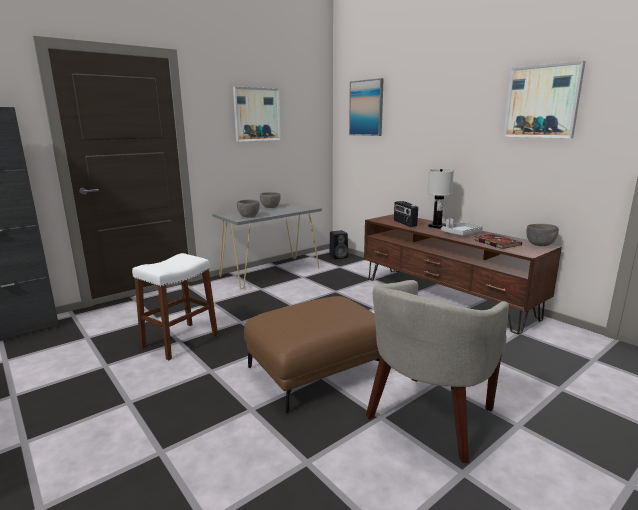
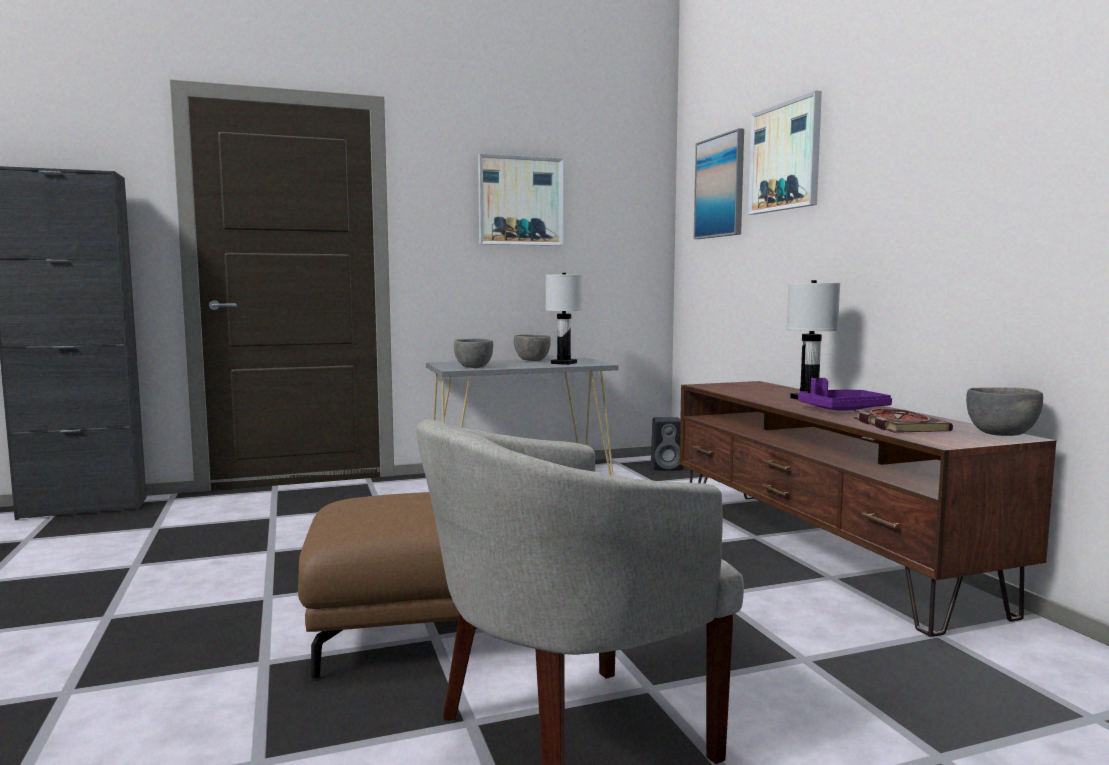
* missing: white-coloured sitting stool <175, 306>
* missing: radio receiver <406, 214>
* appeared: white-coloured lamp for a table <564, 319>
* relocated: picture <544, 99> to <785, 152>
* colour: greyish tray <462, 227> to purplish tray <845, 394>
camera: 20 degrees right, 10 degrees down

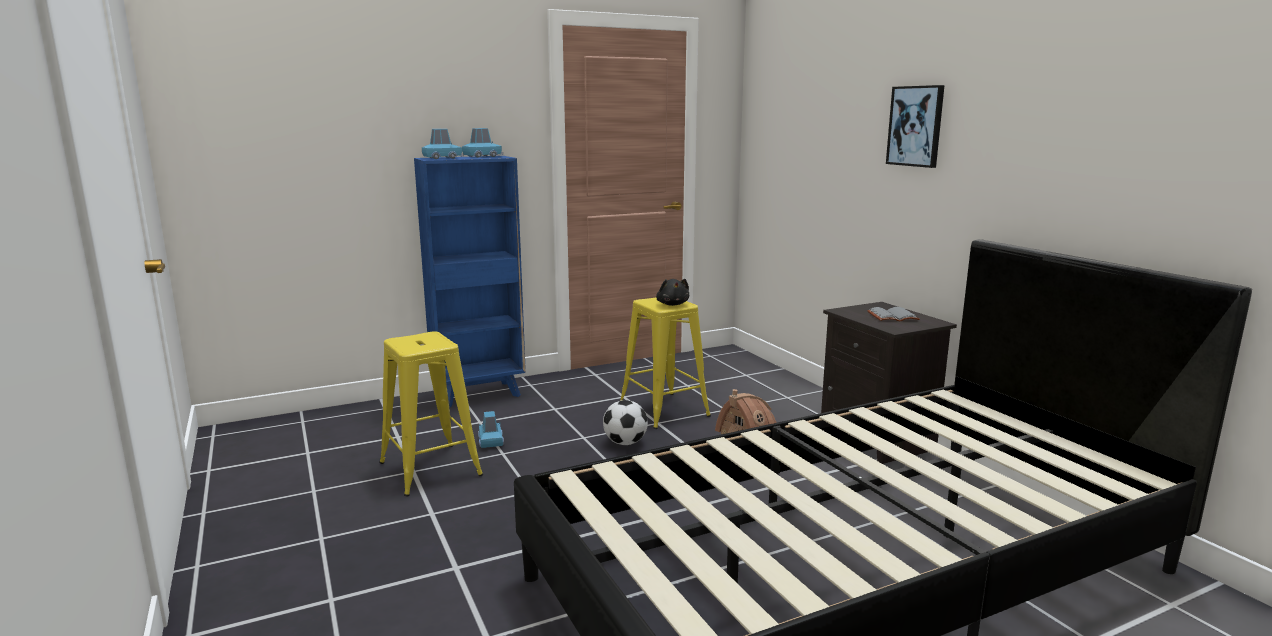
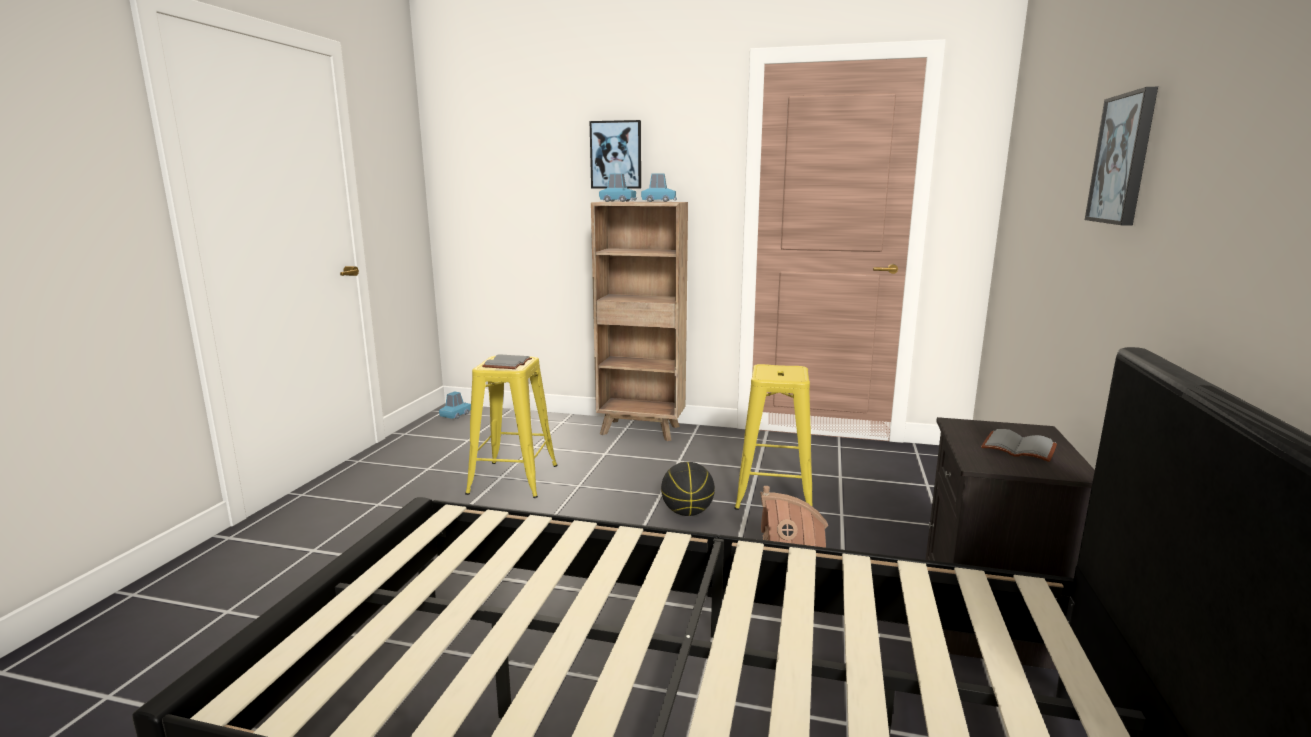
* missing: blackish plush toy <672, 292>
* appeared: greyish bound book <507, 361>
* appeared: picture <615, 154>
* relocated: bluish toy car <491, 429> to <455, 405>
* exchanged: football ball <625, 422> to ball for basketball <688, 489>
* colour: bluish shelving unit <470, 282> to brown-coloured shelving unit <639, 321>
camera: 40 degrees right, 0 degrees up

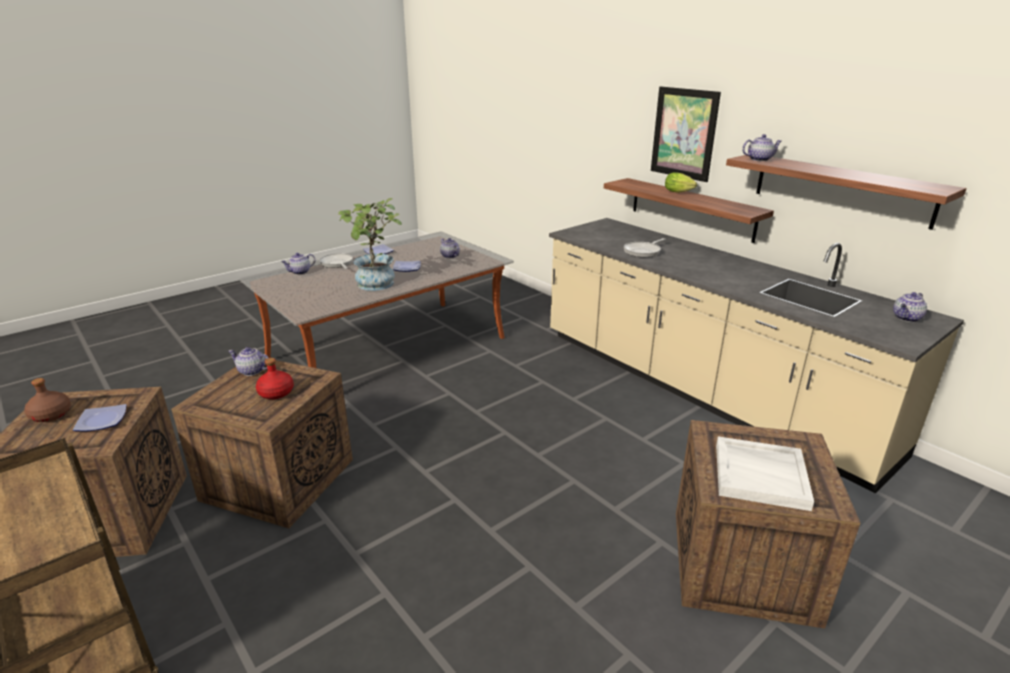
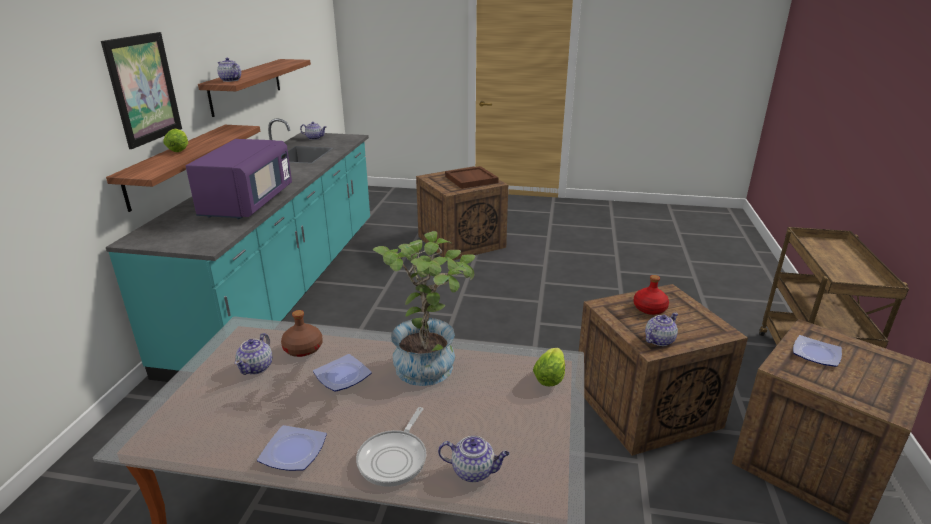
* appeared: lettuce head <549, 367>
* relocated: brown-coloured bottle <47, 400> to <302, 333>
* exchanged: pan <644, 247> to purplish kitchen microwave <239, 179>
* colour: beige kitchen counter <756, 355> to blue-green kitchen counter <238, 250>
* colour: white-coloured tray <765, 474> to brown-coloured tray <472, 177>
* spun: teapot <248, 361> = <661, 329> 105 degrees counterclockwise
camera: 130 degrees left, 0 degrees up

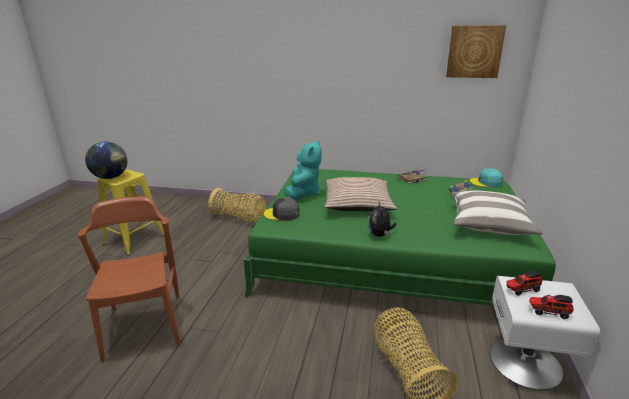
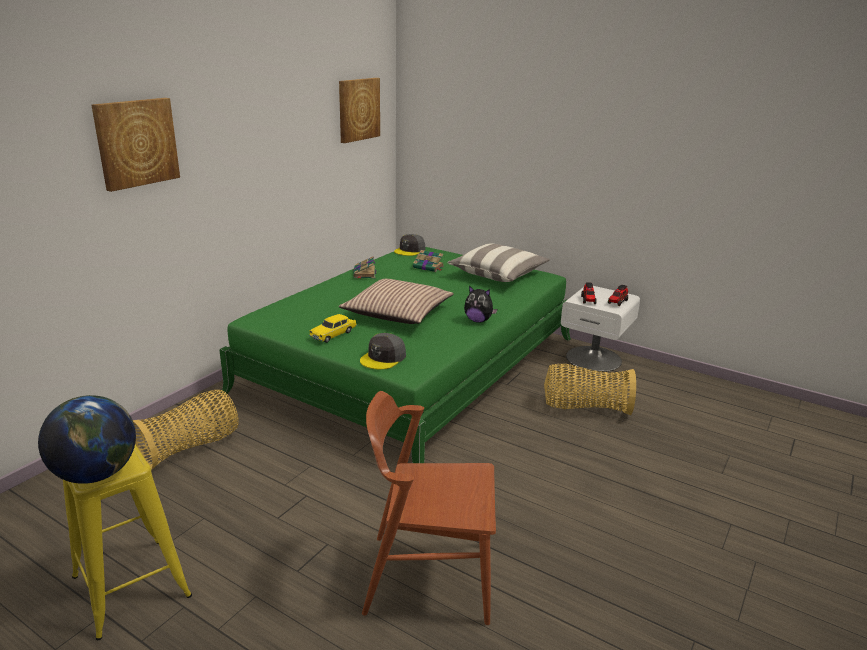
* appeared: picture <135, 145>
* exchanged: blue-green plush toy <303, 170> to yellowish toy car <333, 328>
* colour: blue-green peaked cap <487, 177> to greyish peaked cap <409, 245>
camera: 70 degrees left, 0 degrees up

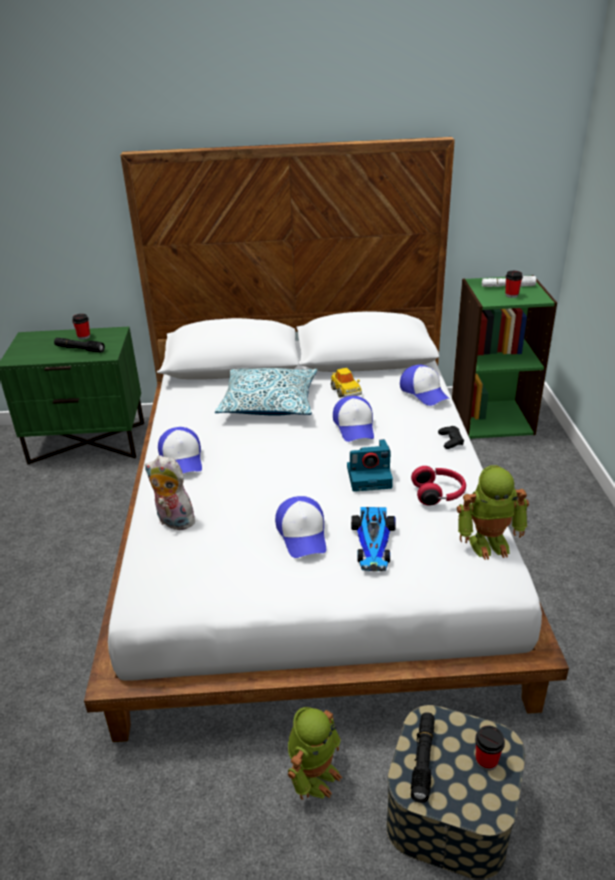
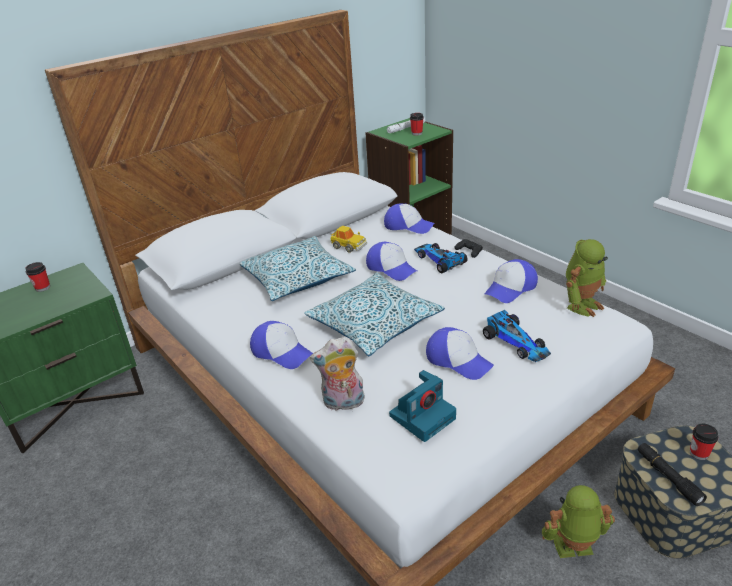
* missing: blackish torch <79, 345>
* appeared: throw pillow <374, 314>
* appeared: toy car <441, 258>
* relocated: photo camera <370, 465> to <422, 406>
* exchanged: red-coloured pair of headphones <438, 486> to peaked cap <511, 281>
* spun: robot figure <315, 753> = <578, 521> 90 degrees counterclockwise
camera: 35 degrees left, 0 degrees up

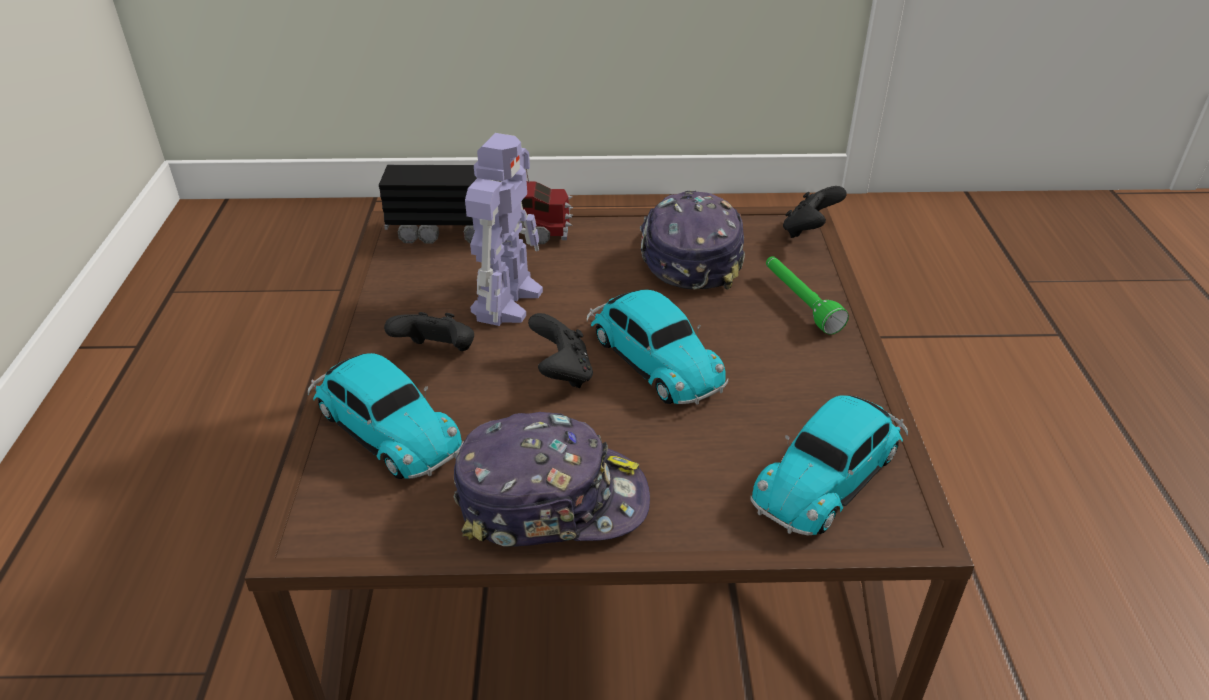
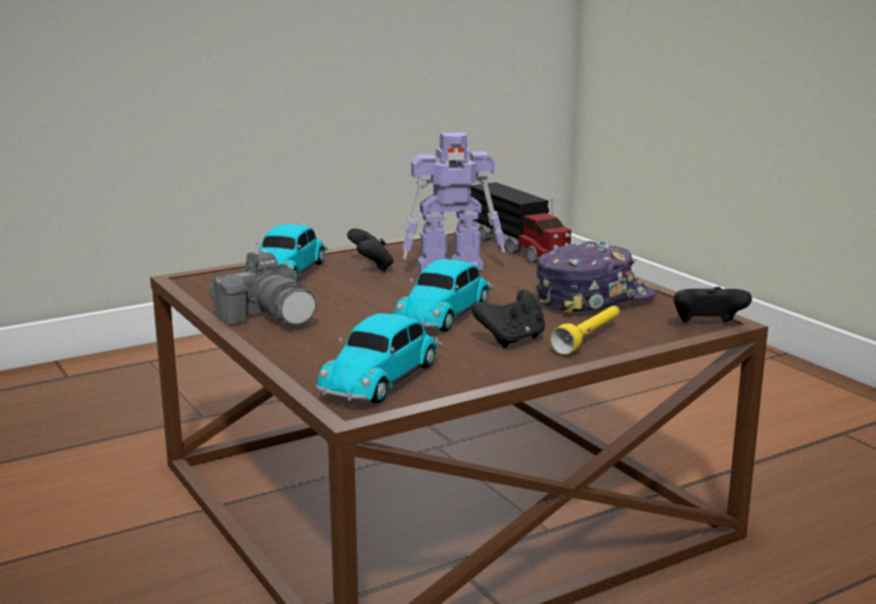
* relocated: blackish game controller <560, 350> to <508, 319>
* exchanged: peaked cap <551, 479> to photo camera <263, 287>
* colour: greenish torch <807, 295> to yellowish torch <585, 330>
* spun: toy car <829, 465> = <379, 358> 75 degrees counterclockwise
camera: 60 degrees right, 20 degrees down

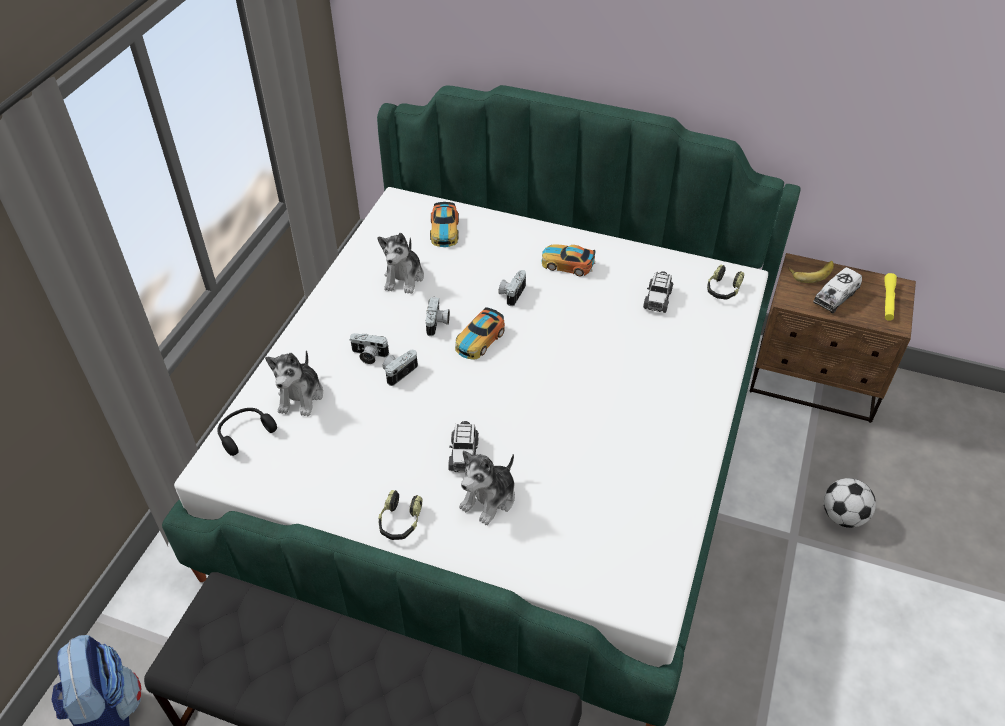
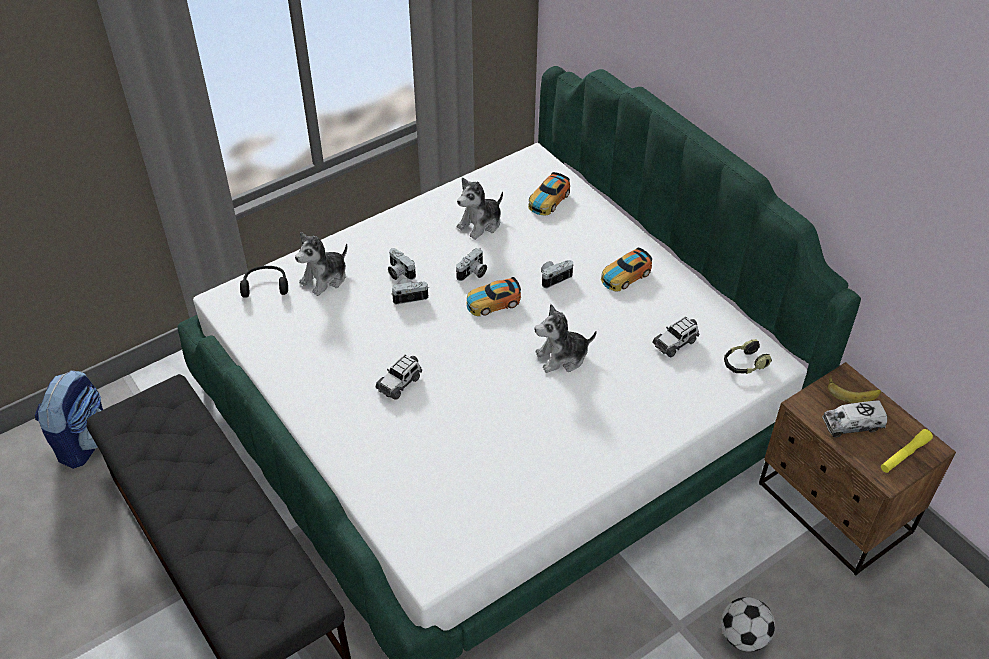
* missing: pair of headphones <400, 515>
* relocated: plush toy <487, 488> to <565, 338>
* spun: toy car <568, 260> = <626, 269> 90 degrees counterclockwise
camera: 35 degrees right, 0 degrees up

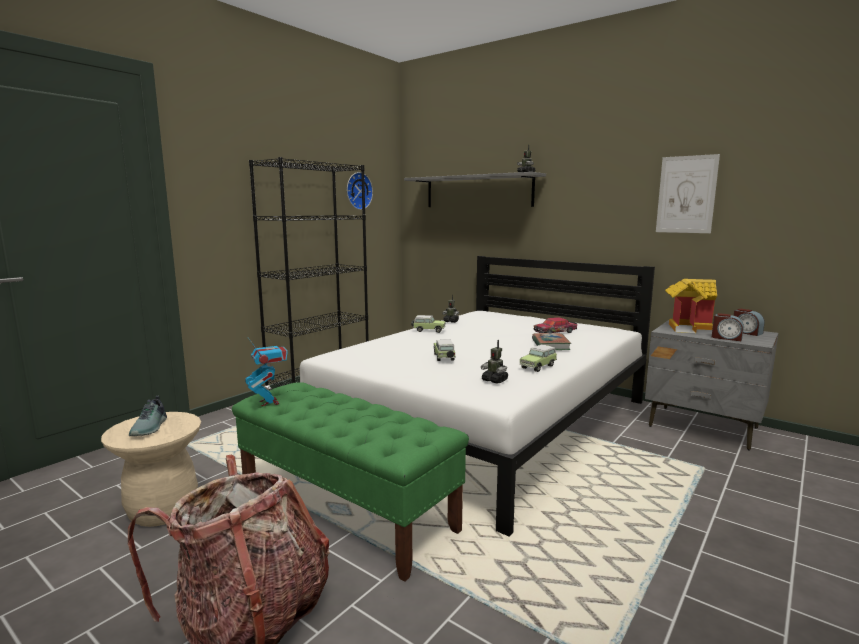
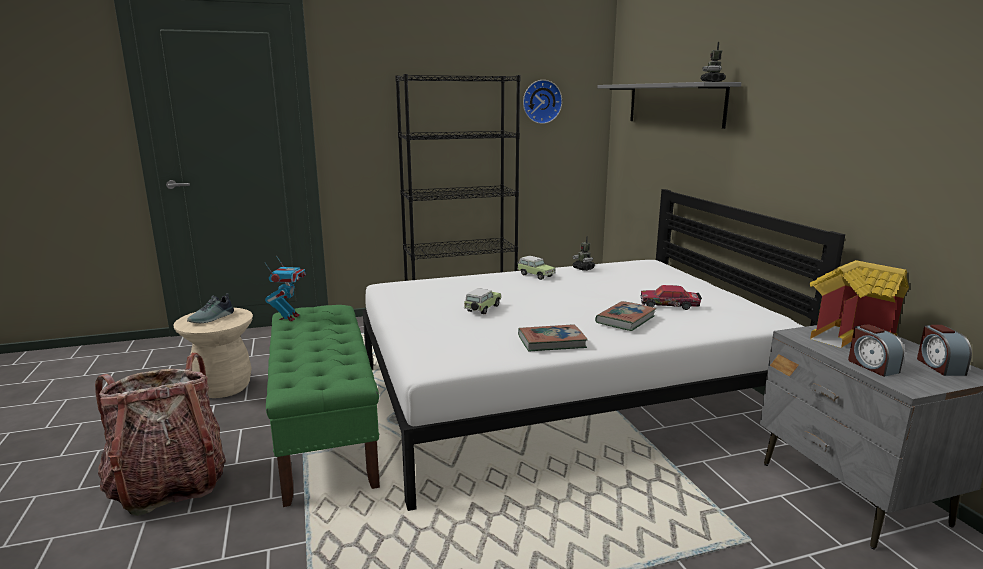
* missing: robot figure <494, 362>
* missing: picture <688, 193>
* exchanged: toy car <538, 358> to bound book <553, 338>
camera: 35 degrees right, 5 degrees up

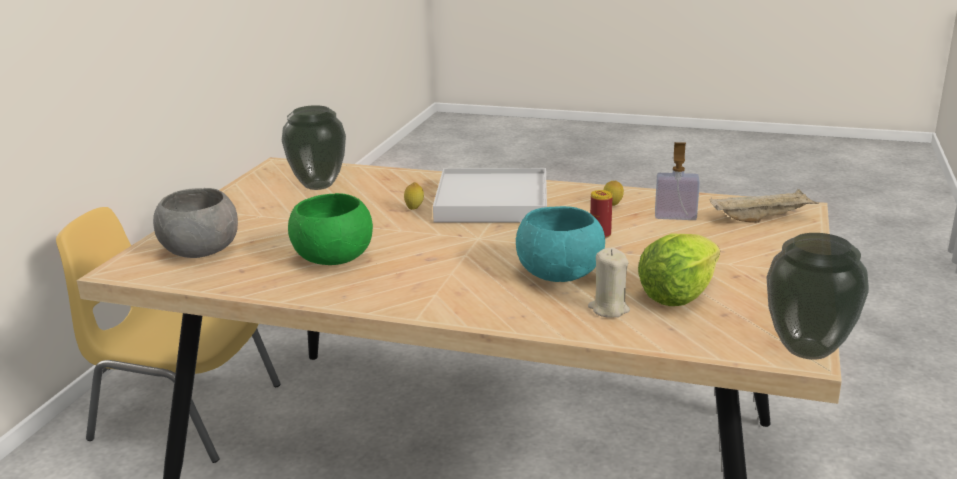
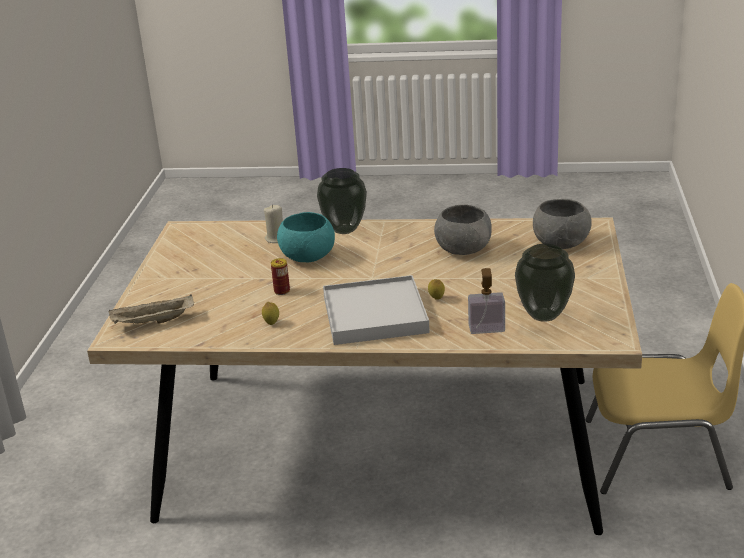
* missing: lettuce head <679, 269>
* relocated: liquid soap bottle <677, 181> to <486, 301>
* relocated: decorative vase <818, 296> to <342, 201>
* colour: greenish deep dish <330, 229> to greyish deep dish <463, 230>
camera: 170 degrees right, 5 degrees up

